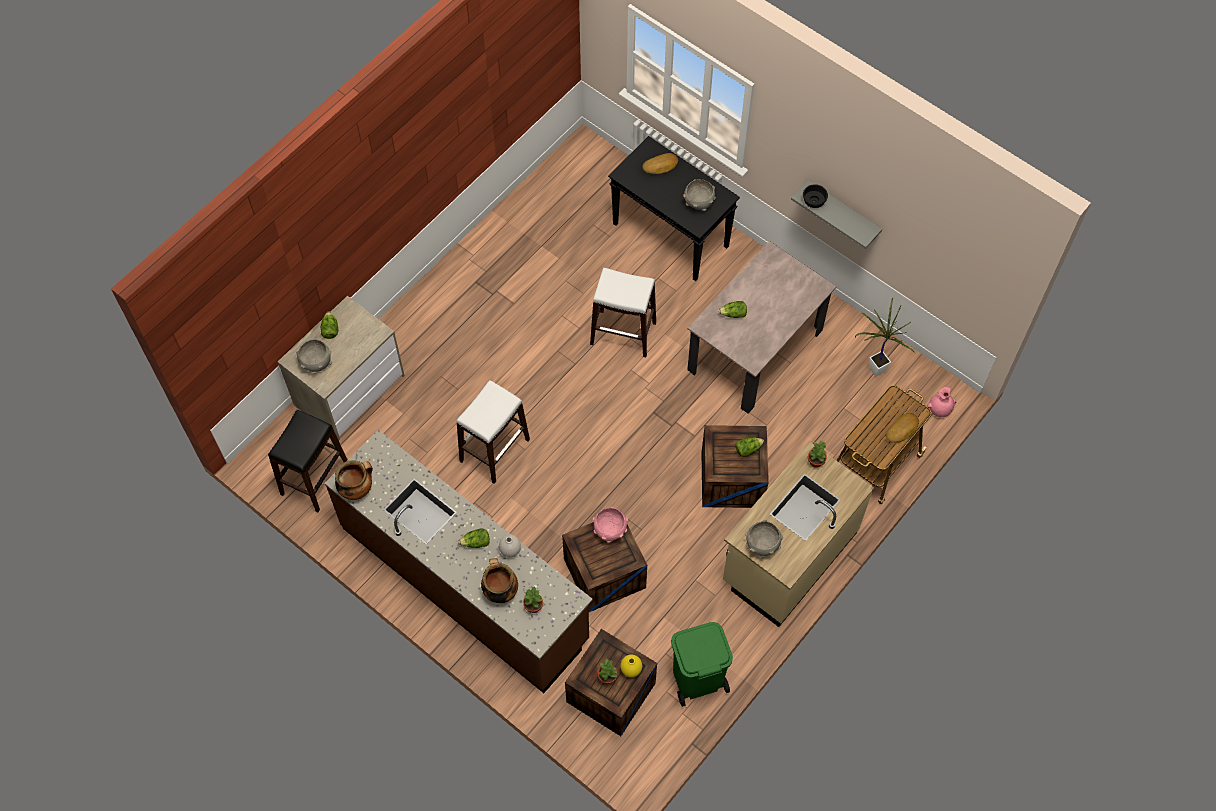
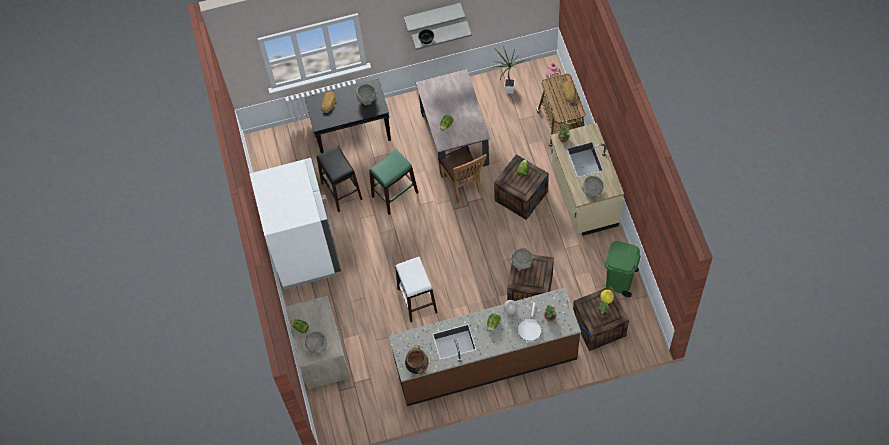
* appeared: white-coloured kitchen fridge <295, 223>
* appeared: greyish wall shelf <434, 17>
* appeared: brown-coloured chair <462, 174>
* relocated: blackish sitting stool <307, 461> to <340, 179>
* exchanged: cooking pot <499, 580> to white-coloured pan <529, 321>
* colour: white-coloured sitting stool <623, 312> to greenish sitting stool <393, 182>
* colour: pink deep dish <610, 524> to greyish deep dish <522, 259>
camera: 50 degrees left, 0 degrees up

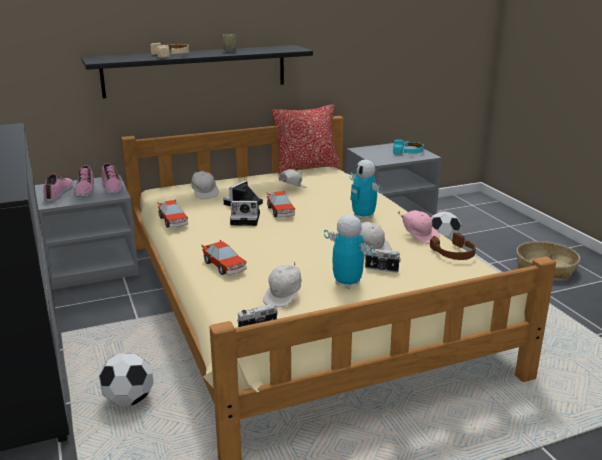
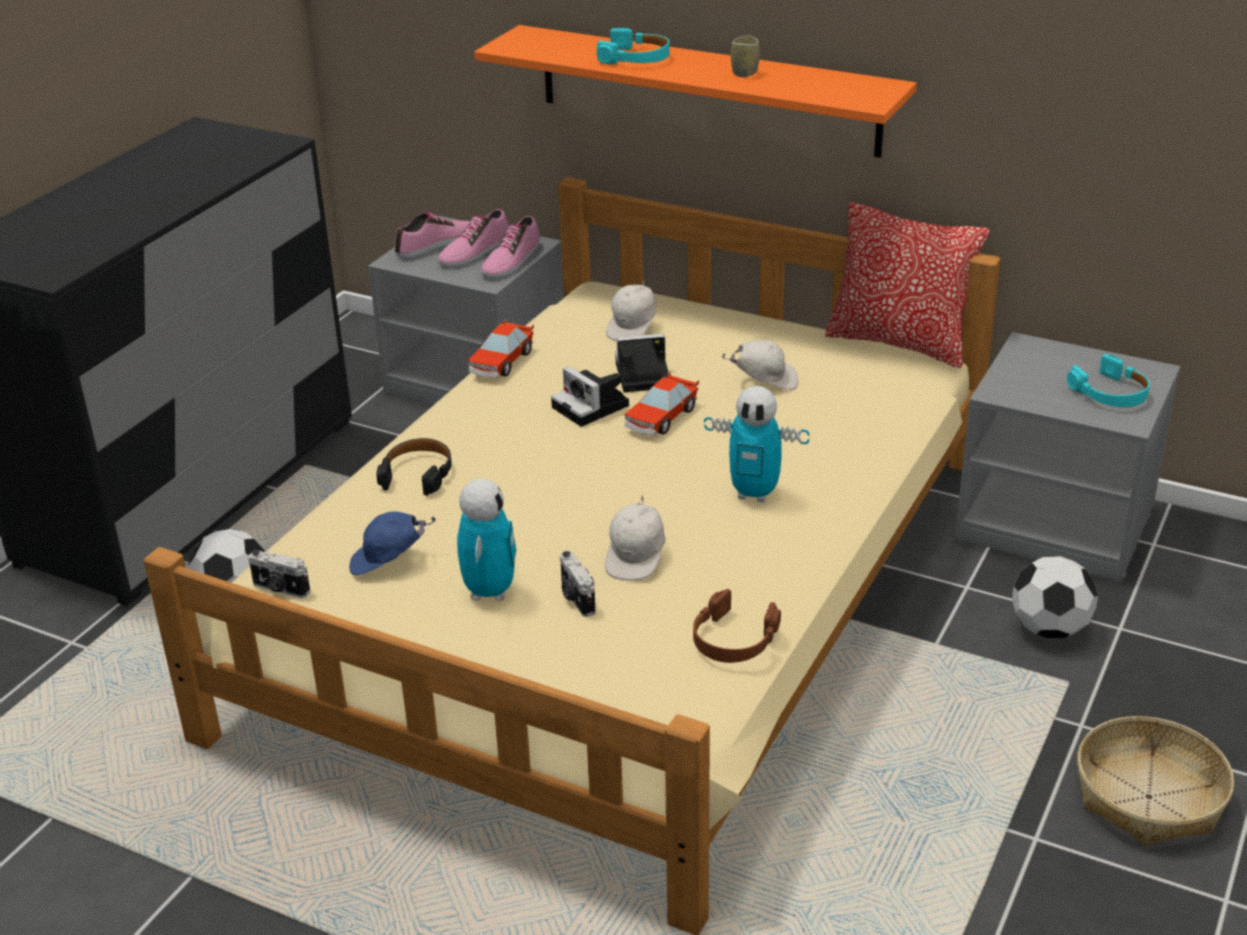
* missing: pink peaked cap <419, 227>
* exchanged: toy car <224, 257> to blackish pair of headphones <414, 467>
* colour: blackish wall shelf <197, 71> to orange-coloured wall shelf <695, 91>
* colour: beige pair of headphones <169, 50> to blue-green pair of headphones <633, 46>
* colour: white-coloured peaked cap <282, 284> to bluish peaked cap <392, 543>
* spun: robot figure <365, 190> = <757, 444> 90 degrees counterclockwise
camera: 50 degrees right, 10 degrees up

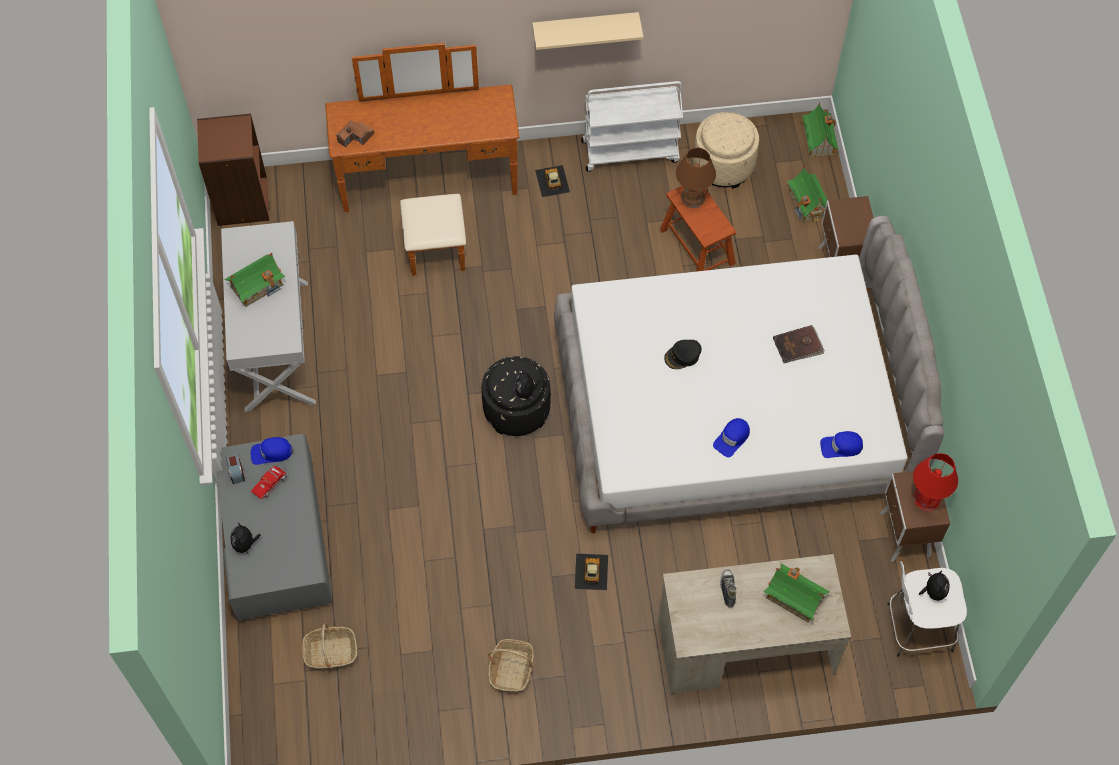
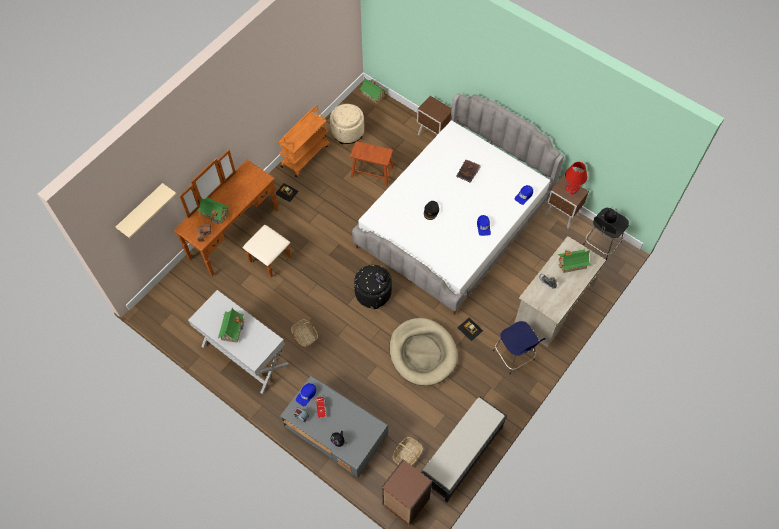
* missing: brown-coloured lamp for a table <696, 178>
* appeared: beige dog cushion <424, 352>
* appeared: blackish indoor bench <464, 449>
* appeared: bluish sitting stool <519, 347>
* relocated: brown-coloured shelving unit <233, 170> to <406, 492>
* relocated: household basket <511, 665> to <304, 333>
* relocated: beige wall shelf <587, 31> to <146, 210>
* relocated: miniature house <807, 194> to <213, 210>
* colour: white-coloured wheeled cart <632, 126> to orange-coloured wheeled cart <303, 141>
* colour: white-coloured sitting stool <927, 609> to blackish sitting stool <606, 234>
camera: 45 degrees left, 0 degrees up

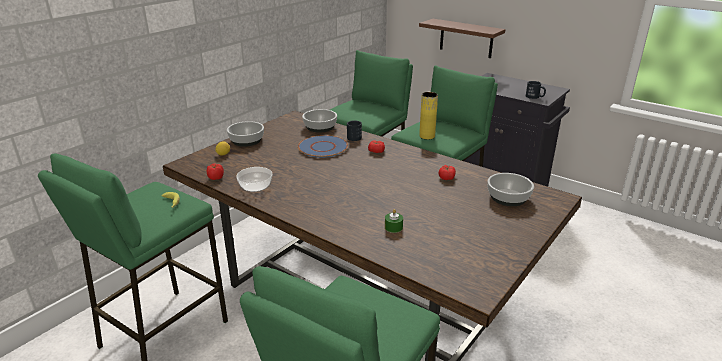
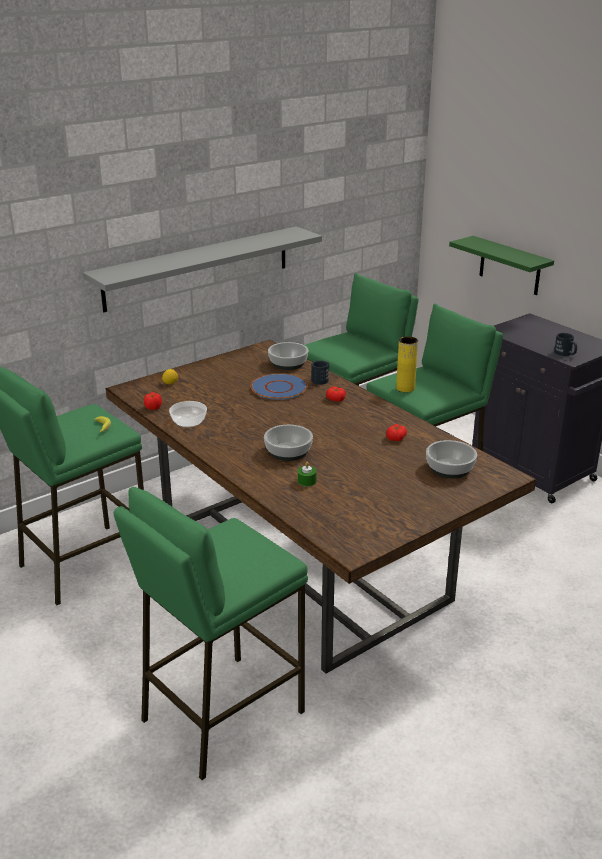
* appeared: greyish wall shelf <202, 269>
* relocated: deep dish <245, 134> to <288, 443>
* colour: brown-coloured wall shelf <462, 38> to greenish wall shelf <501, 265>
camera: 15 degrees right, 0 degrees up

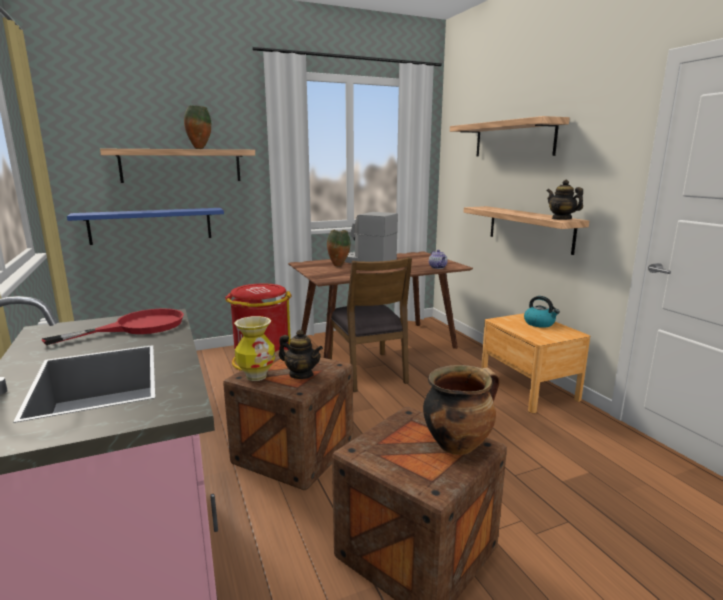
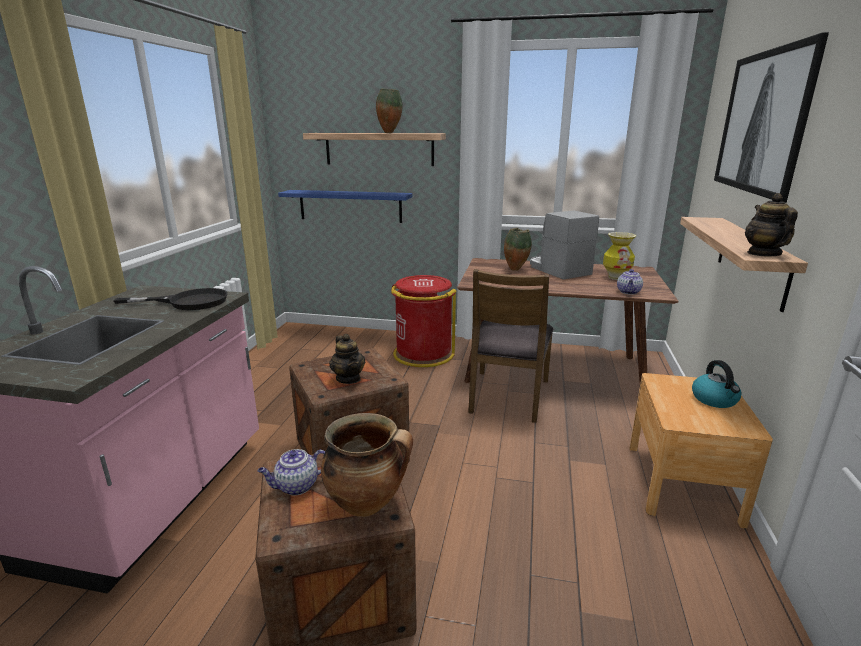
* appeared: teapot <291, 472>
* relocated: decorative vase <254, 348> to <619, 256>
* exchanged: wall shelf <510, 136> to picture <771, 117>
* colour: red-coloured pan <113, 326> to blackish pan <170, 299>
camera: 35 degrees right, 5 degrees up

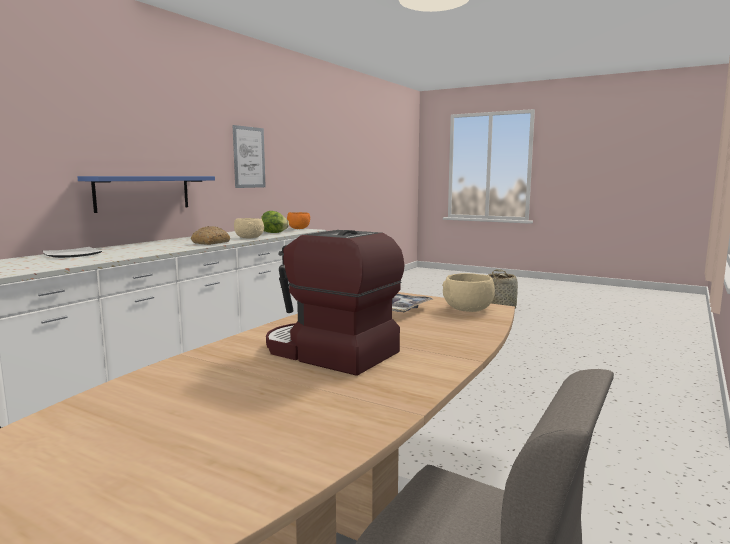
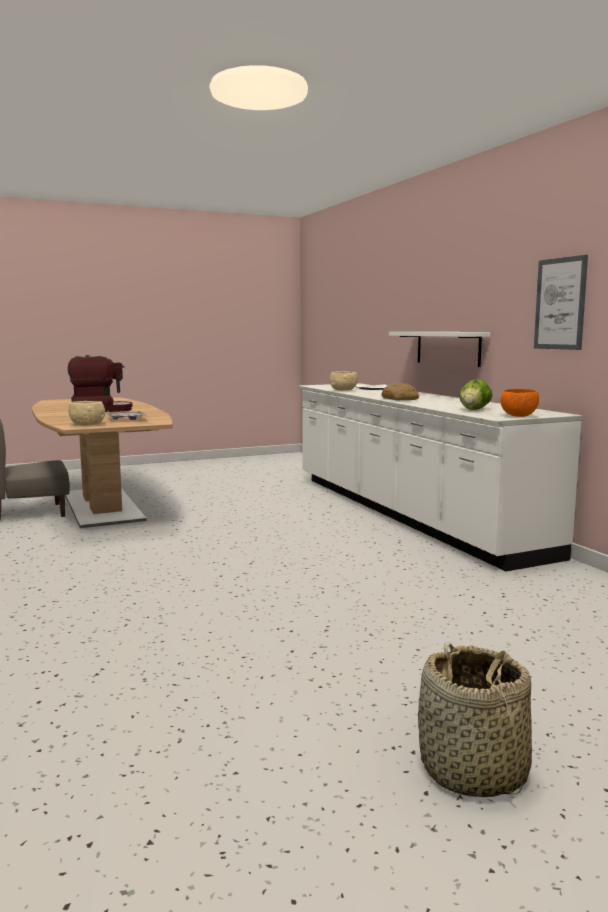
* relocated: beige deep dish <249, 228> to <344, 381>
* colour: bluish wall shelf <146, 194> to white-coloured wall shelf <439, 349>
camera: 125 degrees right, 0 degrees up

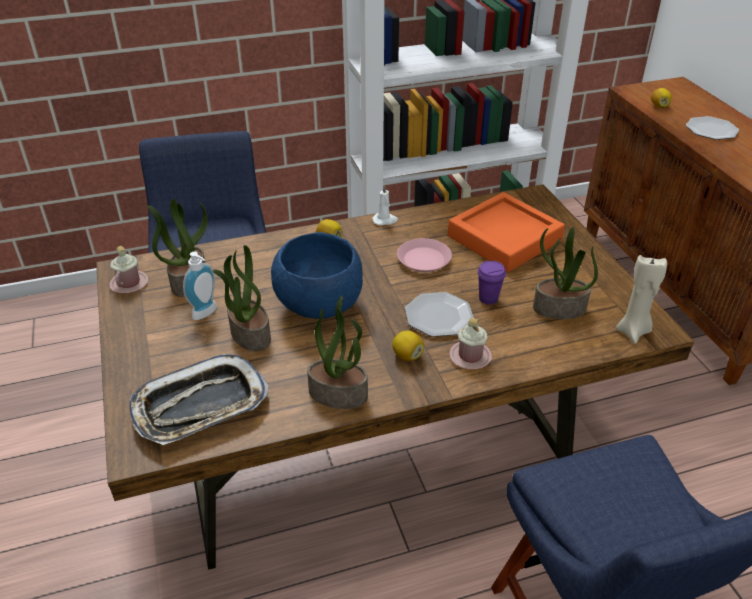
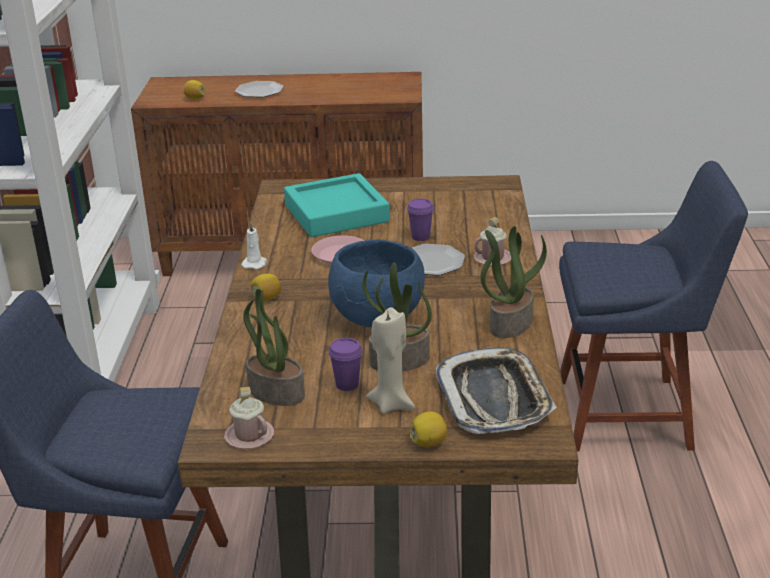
* missing: potted plant <565, 273>
* relocated: whole lemon <408, 345> to <428, 429>
* relocated: beige wax light <641, 299> to <390, 360>
* exchanged: liquid soap bottle <200, 285> to purplish drinking cup <345, 364>
* colour: orange-coloured tray <506, 232> to blue-green tray <337, 205>
camera: 70 degrees left, 10 degrees down

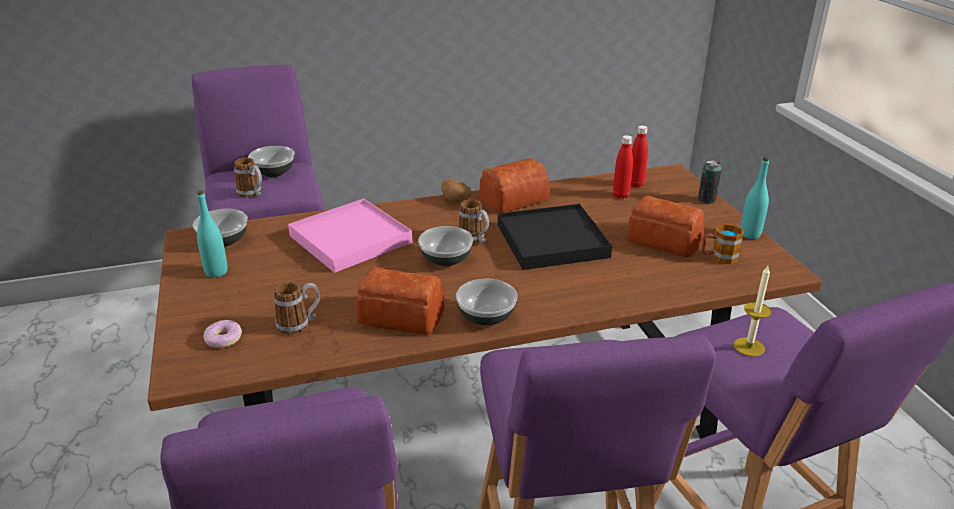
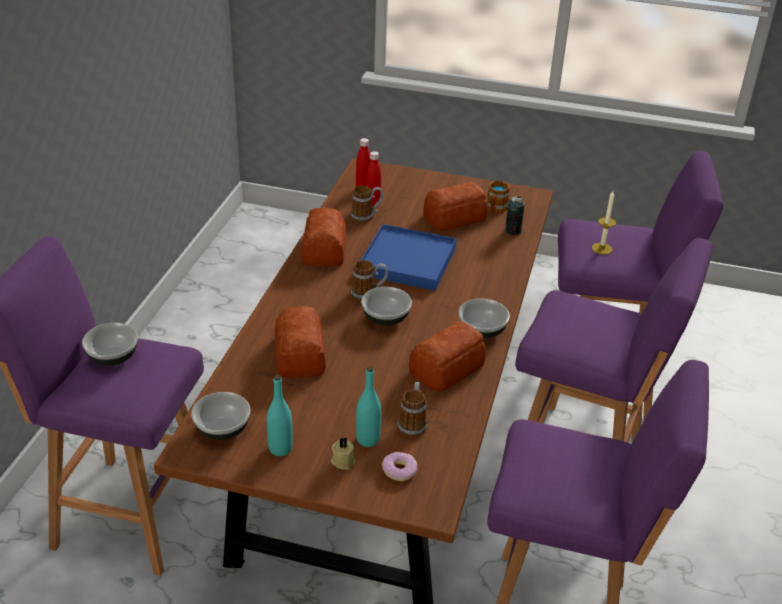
* missing: spud <456, 190>
* appeared: beige wax light <343, 453>
* relocated: coffee mug <248, 177> to <367, 204>
* relocated: can <710, 182> to <515, 215>
* relocated: blue-green bottle <754, 198> to <368, 406>
* exchanged: pink tray <350, 236> to bread <300, 342>
* colour: blackish tray <555, 237> to bluish tray <408, 257>
camera: 60 degrees left, 5 degrees up

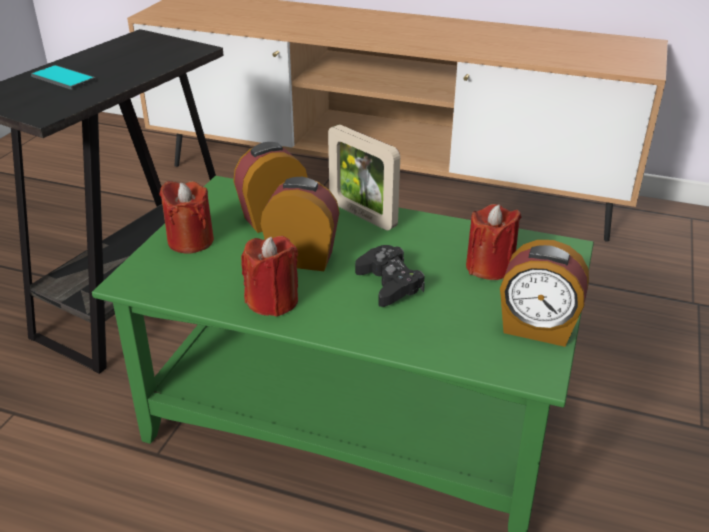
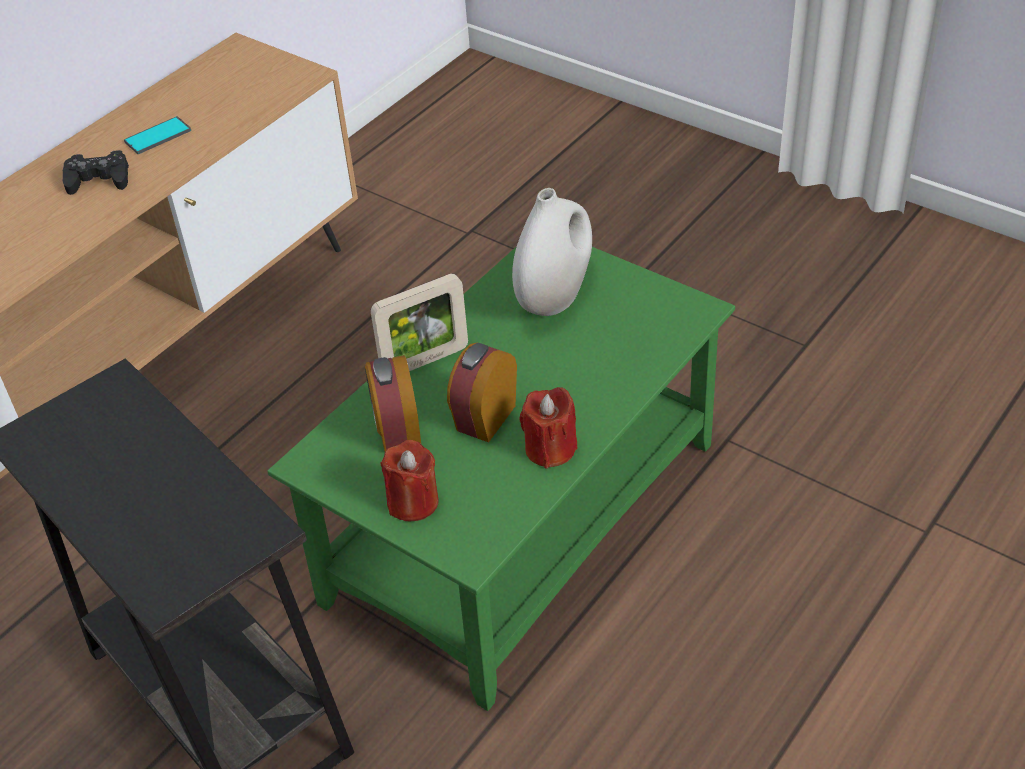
* missing: alarm clock <544, 293>
* relocated: handset <63, 77> to <157, 135>
* relocated: blackish game controller <390, 276> to <96, 172>
* exchanged: red-coloured wax light <493, 242> to white-coloured decorative vase <552, 252>
camera: 70 degrees left, 10 degrees up

